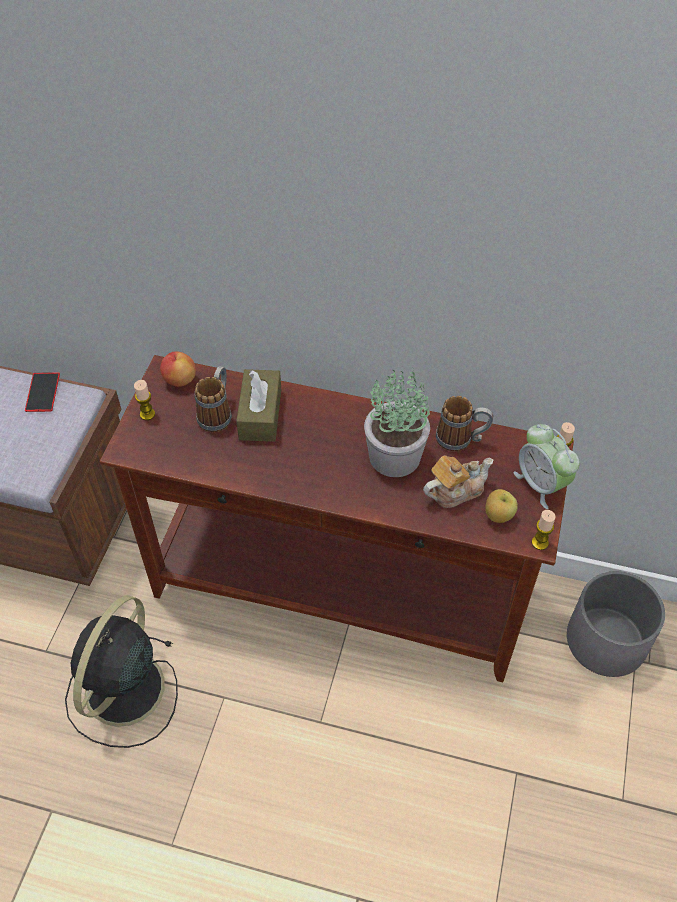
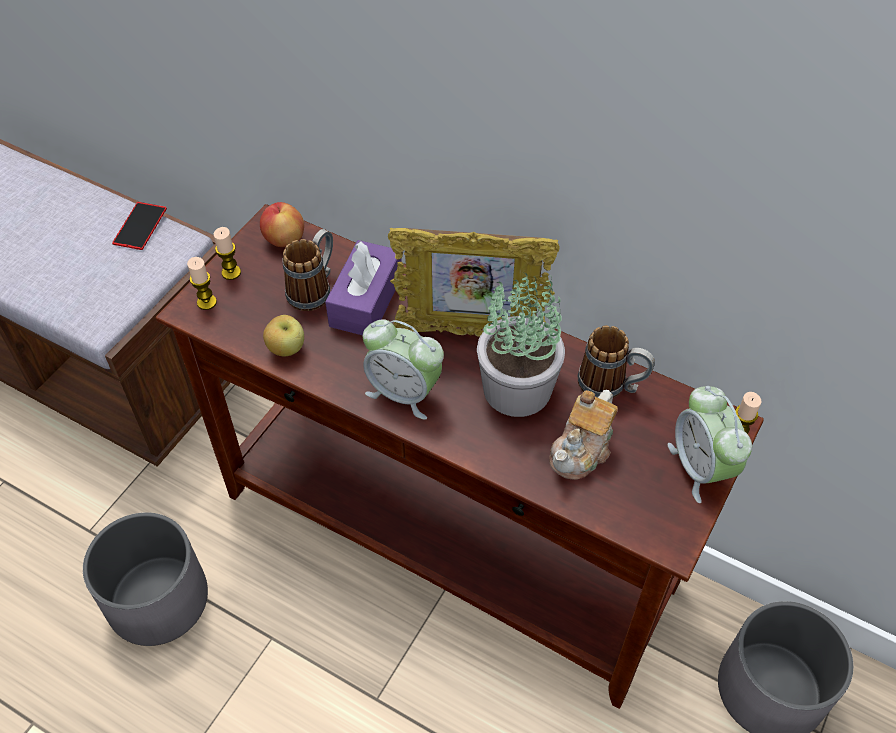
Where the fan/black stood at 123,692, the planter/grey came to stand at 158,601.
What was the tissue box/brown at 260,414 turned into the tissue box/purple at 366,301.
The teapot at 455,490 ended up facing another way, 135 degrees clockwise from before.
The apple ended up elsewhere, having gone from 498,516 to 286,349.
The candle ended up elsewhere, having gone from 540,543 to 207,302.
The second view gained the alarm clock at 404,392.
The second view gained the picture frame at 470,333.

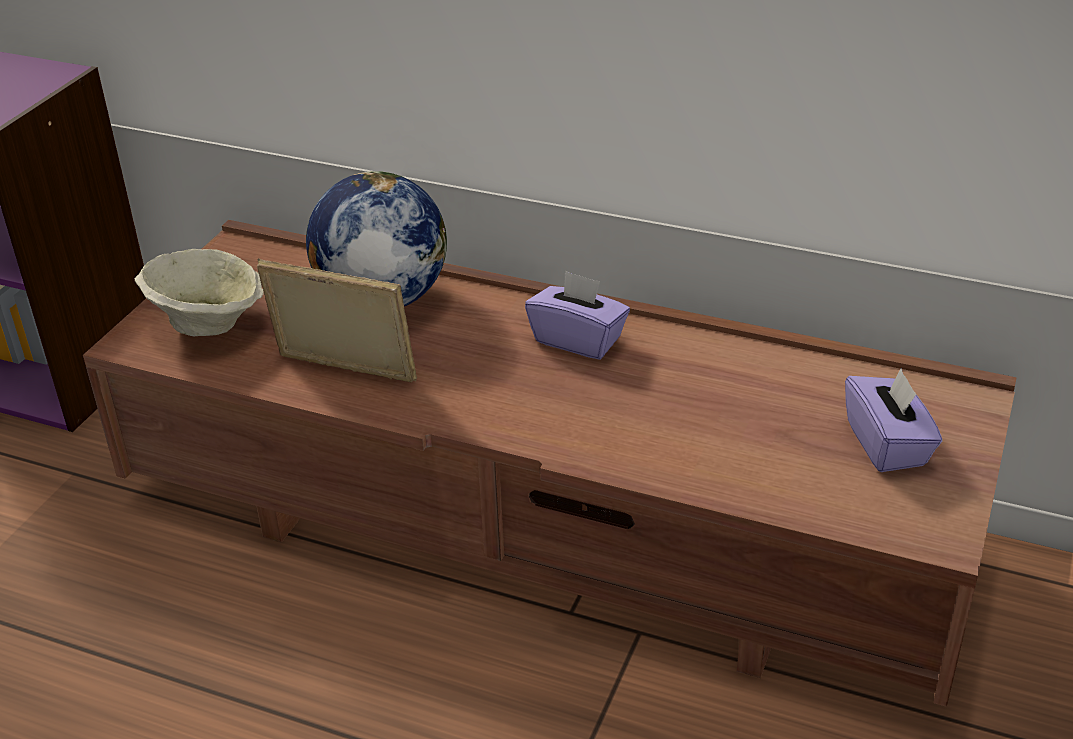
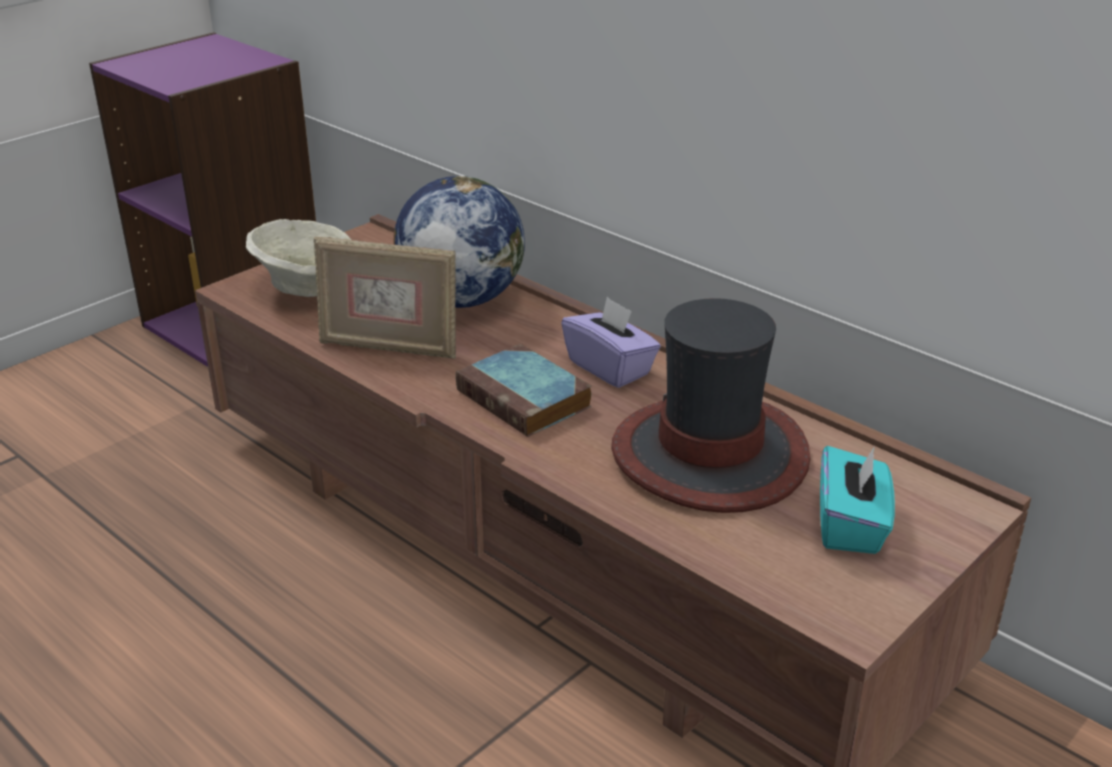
The picture frame at 345,371 ended up facing another way, 150 degrees clockwise from before.
What was the tissue box/purple at 887,444 turned into the tissue box/turquoise at 851,526.
The second view gained the book at 526,399.
The second view gained the hat at 710,455.

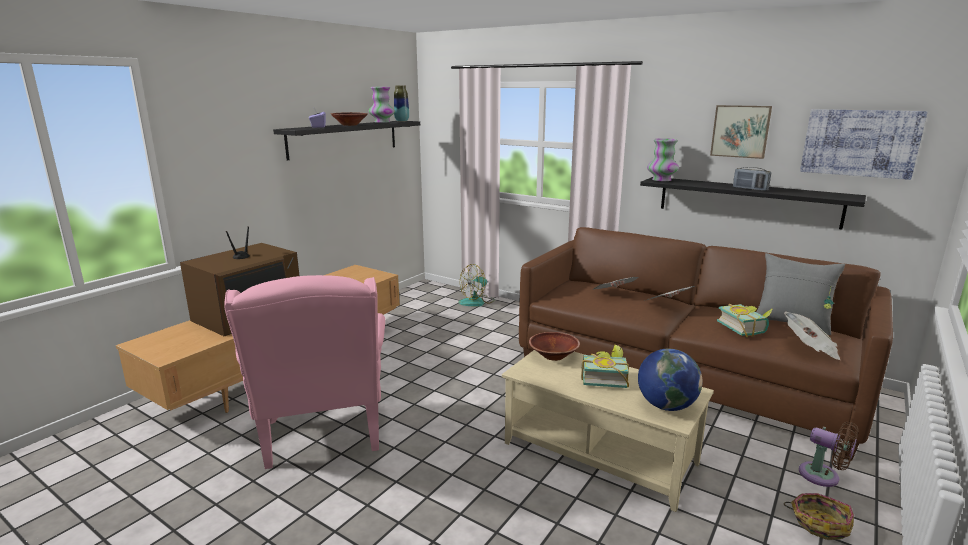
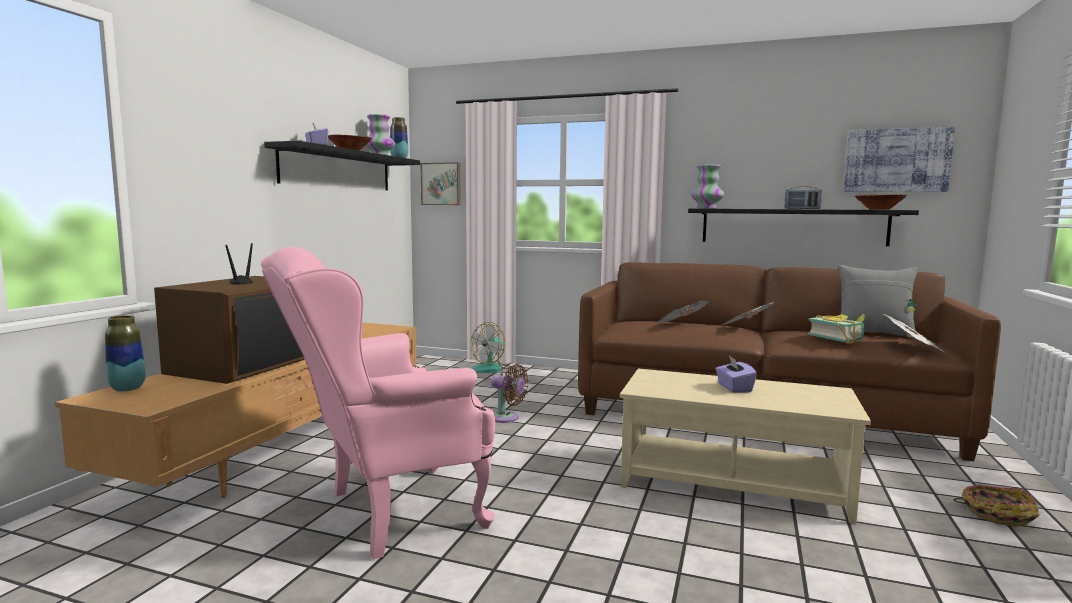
The armchair/pink at 323,443 ended up facing another way, 90 degrees clockwise from before.
The bowl/brown ended up elsewhere, having gone from 553,356 to 879,209.
Where the book stood at 603,378, the tissue box/purple came to stand at 734,388.
The second view lost the globe at 666,406.
The picture ended up elsewhere, having gone from 740,131 to 441,184.
The fan/brown ended up elsewhere, having gone from 823,476 to 506,418.
The second view gained the vase at 127,389.

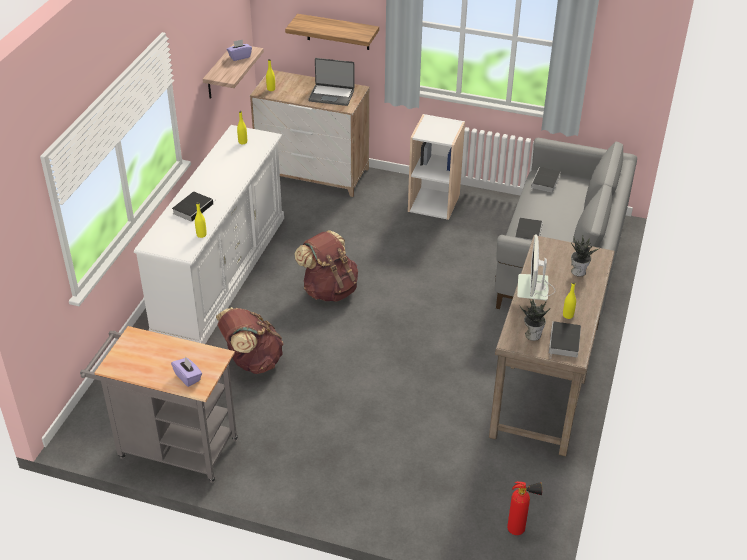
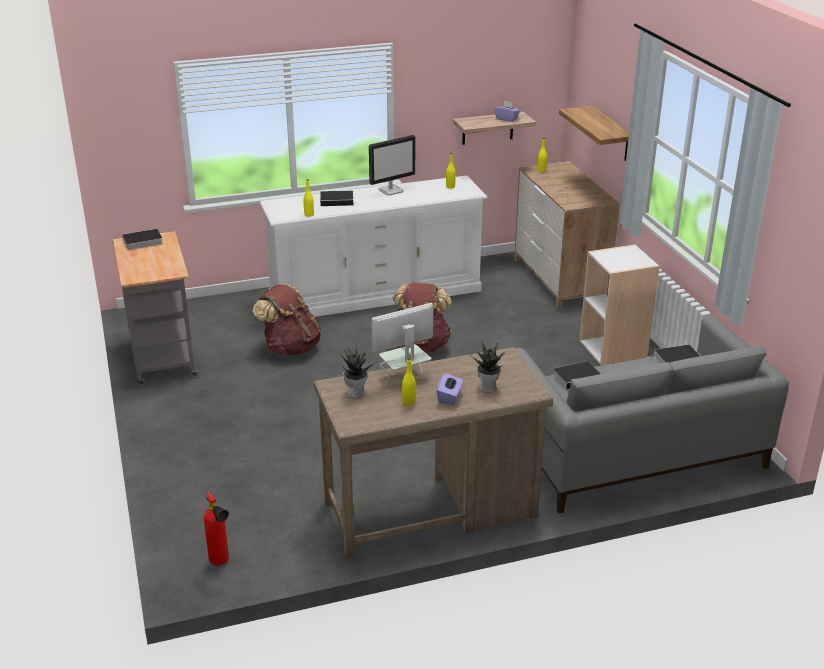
The tissue box/purple ended up elsewhere, having gone from 188,377 to 450,397.
The second view lost the laptop at 331,95.
The book ended up elsewhere, having gone from 564,342 to 141,242.
The second view gained the monitor at 391,190.

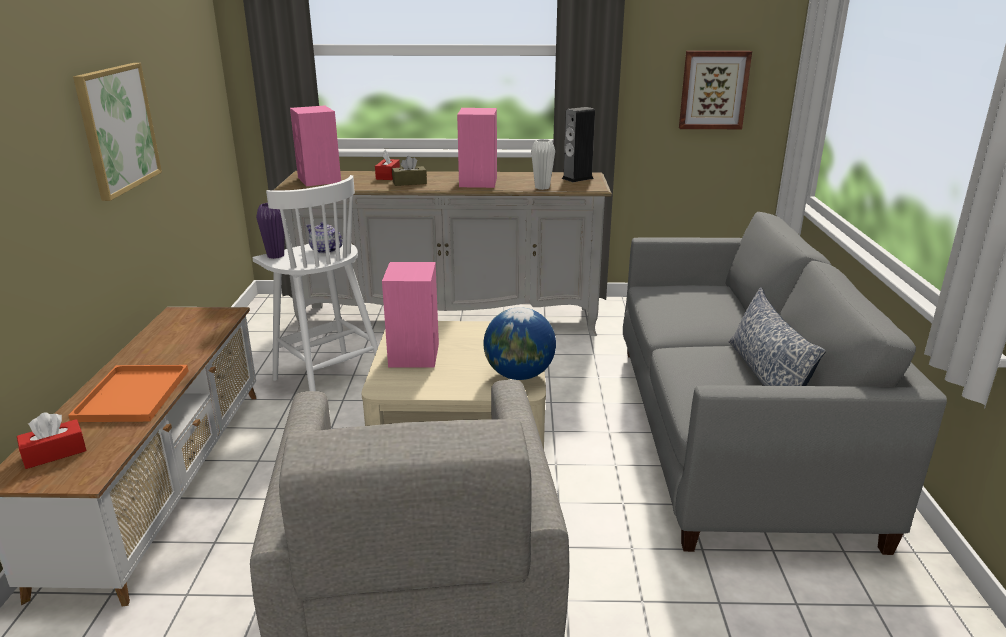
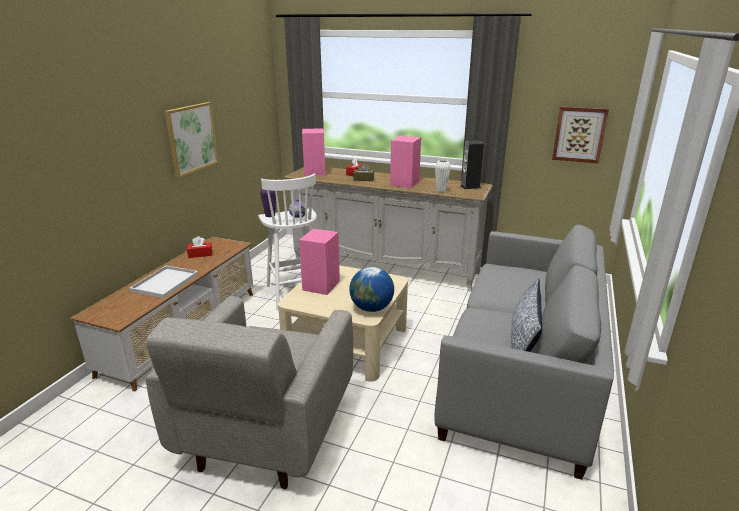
The tissue box/red ended up elsewhere, having gone from 54,453 to 200,254.
What was the tray/orange at 133,396 turned into the tray/white at 165,283.

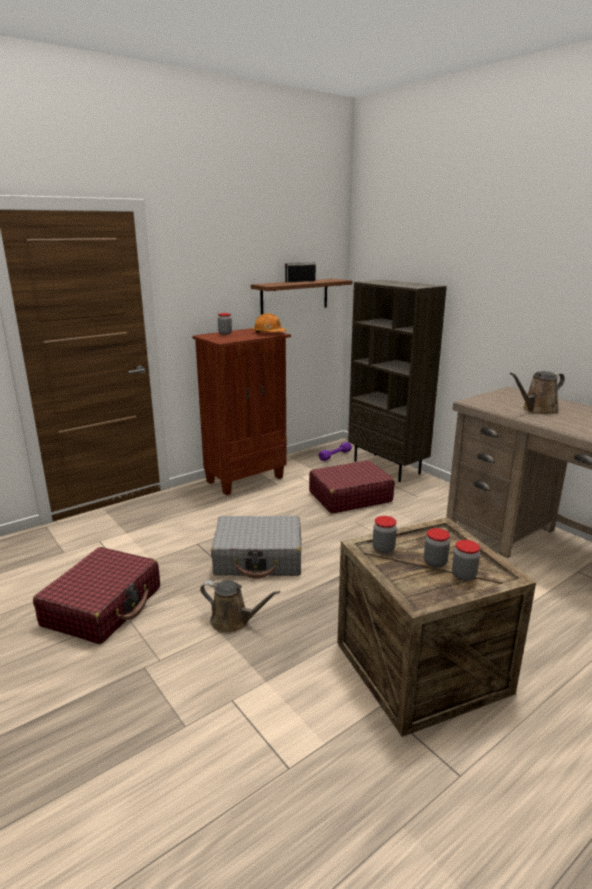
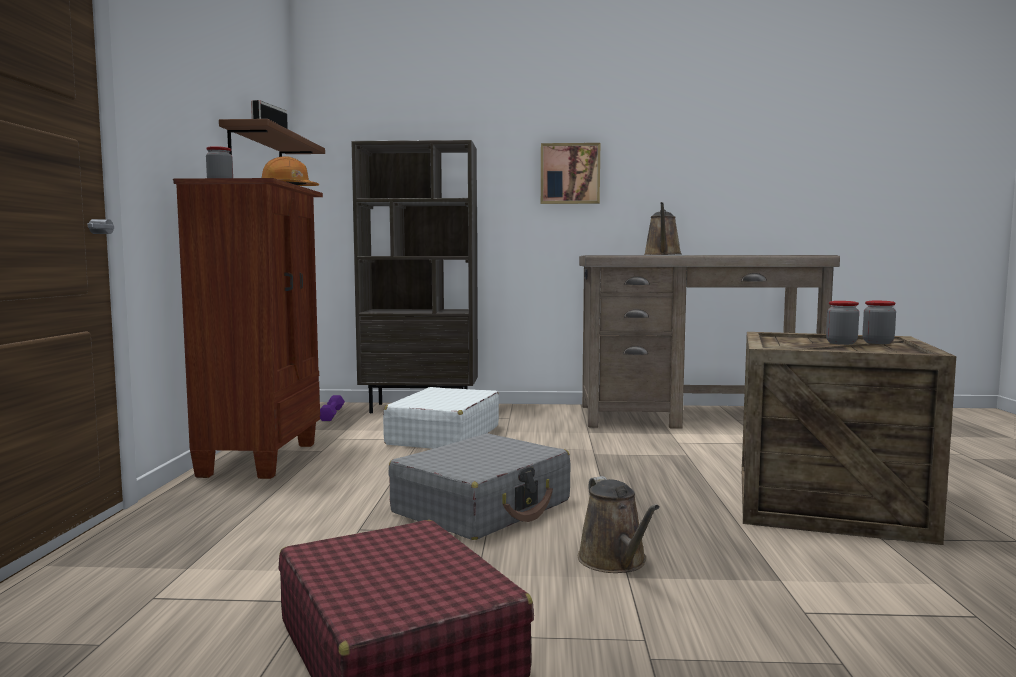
The watering can/brown at 233,621 ended up facing another way, 105 degrees clockwise from before.
What was the suitcase/red at 349,497 turned into the suitcase/white at 443,435.
The second view lost the jar at 383,549.
The second view gained the picture at 570,174.

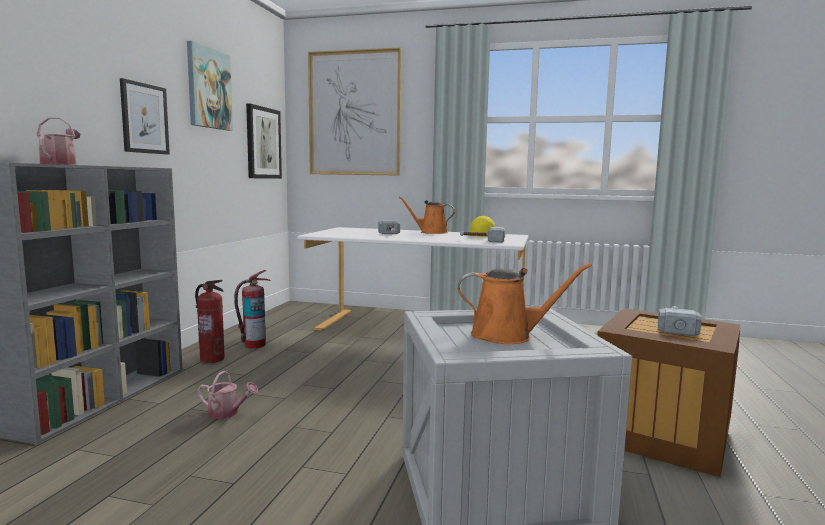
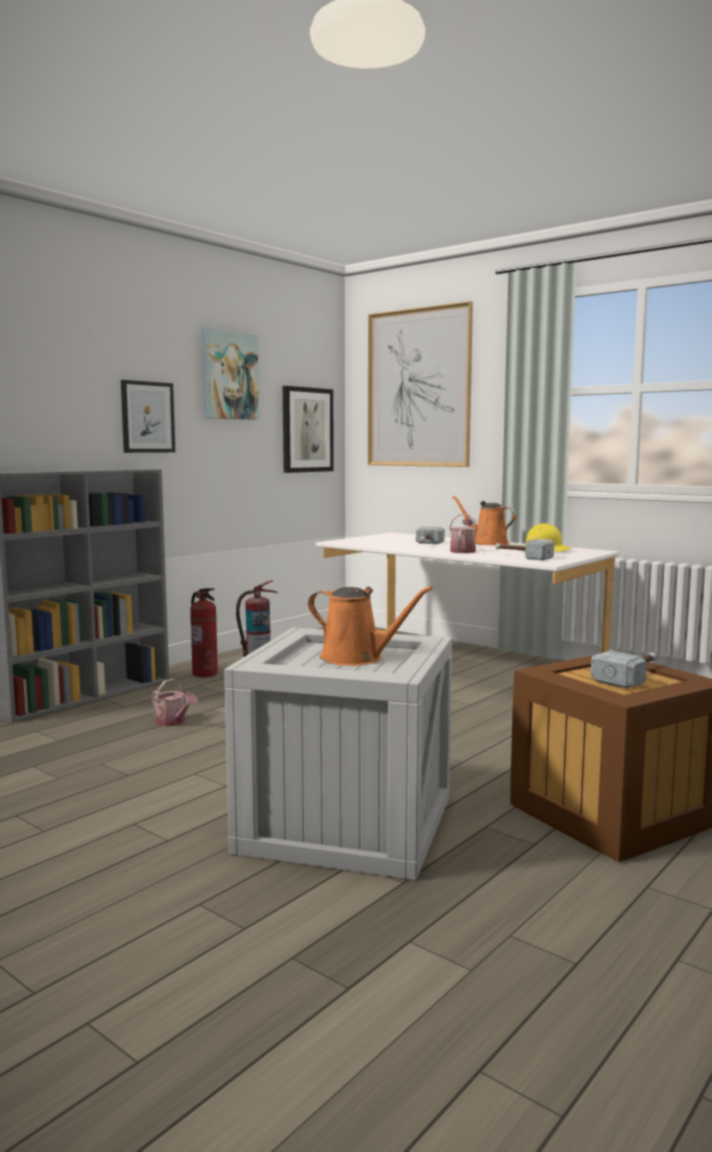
The watering can ended up elsewhere, having gone from 61,164 to 463,551.

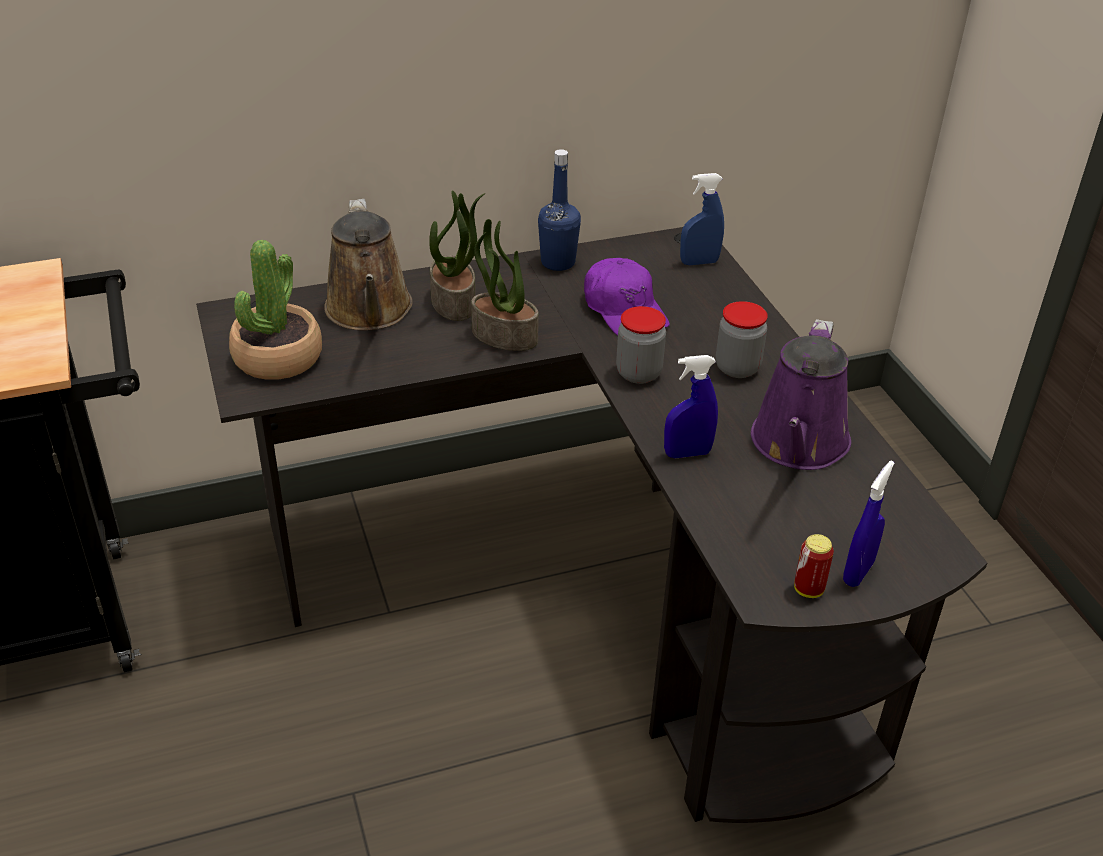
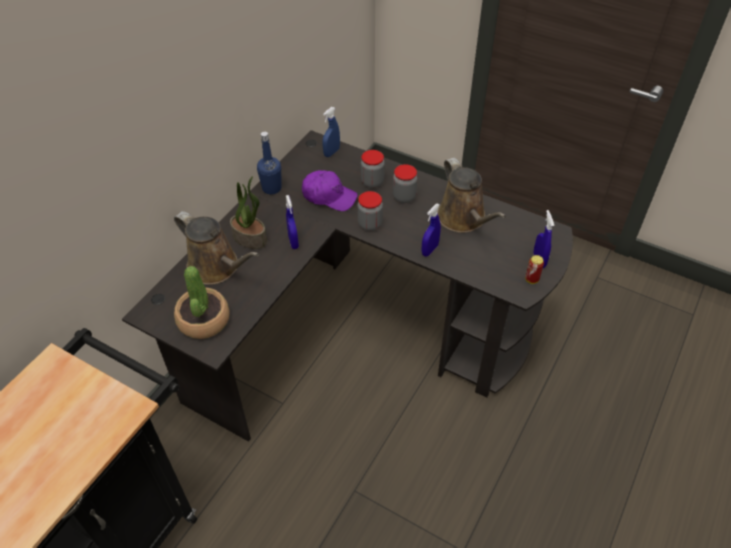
Where the potted plant stood at 503,336, the spray bottle/blue came to stand at 293,242.
What was the watering can/purple at 798,445 turned into the watering can/brown at 464,219.
The second view gained the jar at 372,182.

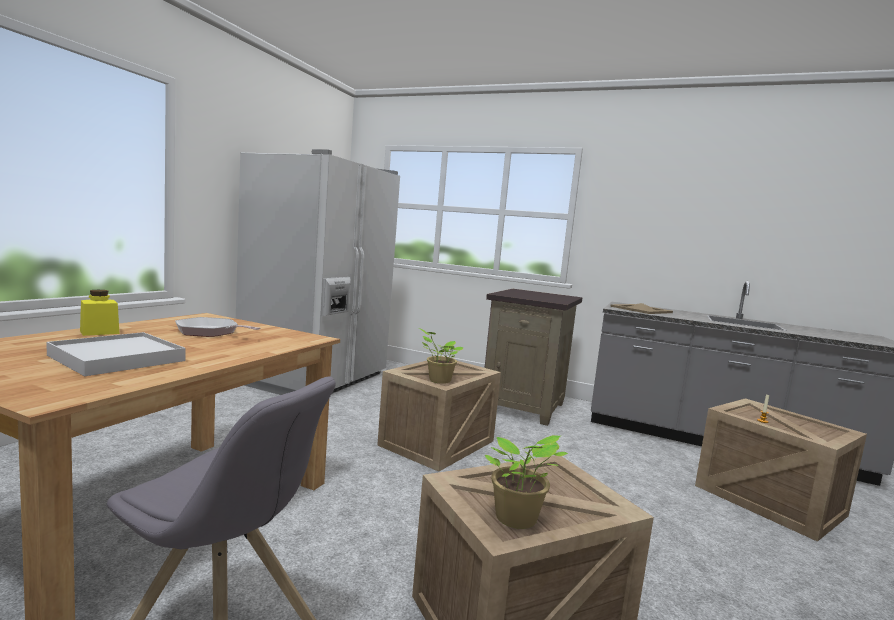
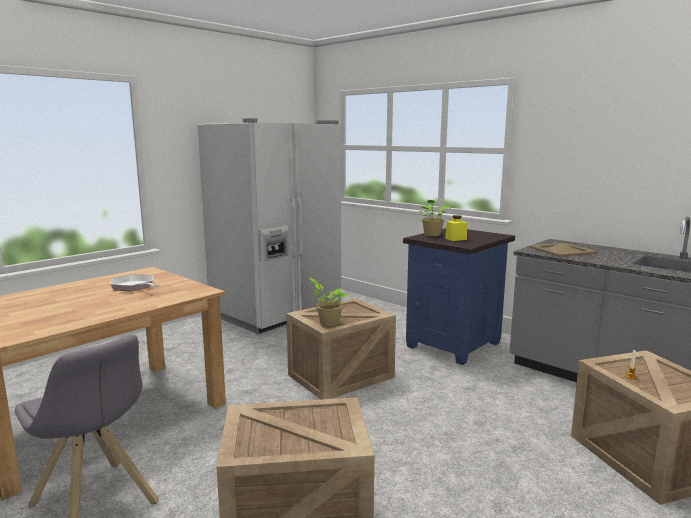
The second view lost the tray/white at 117,358.
The jar/yellow ended up elsewhere, having gone from 99,332 to 456,239.
The potted plant ended up elsewhere, having gone from 516,520 to 432,235.
What was the cabinet/beige at 524,406 turned into the cabinet/blue at 455,344.

